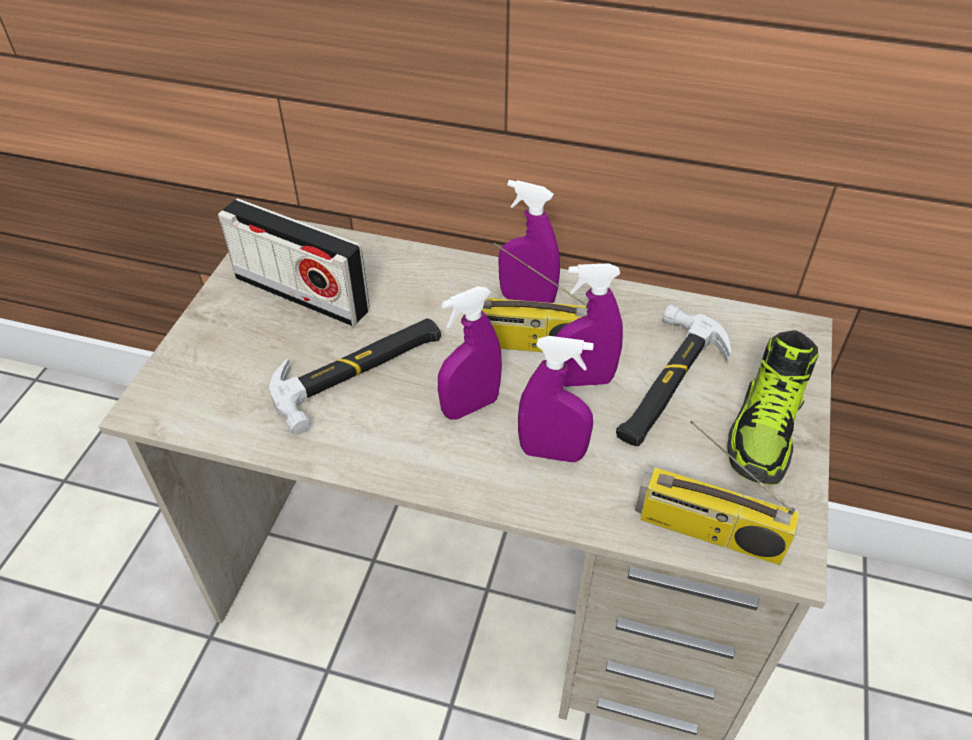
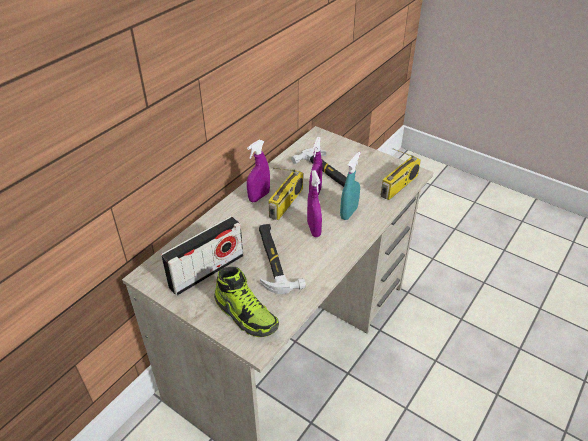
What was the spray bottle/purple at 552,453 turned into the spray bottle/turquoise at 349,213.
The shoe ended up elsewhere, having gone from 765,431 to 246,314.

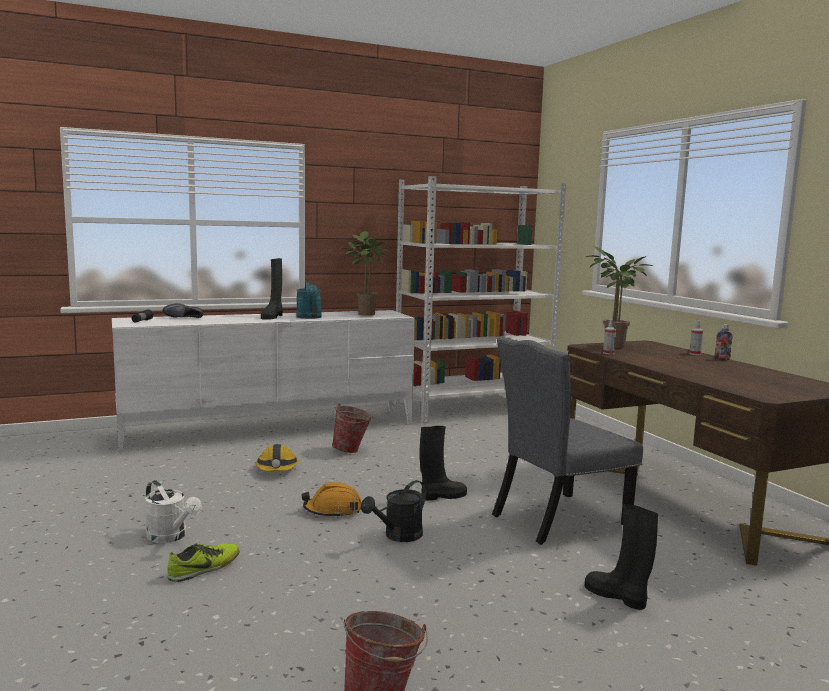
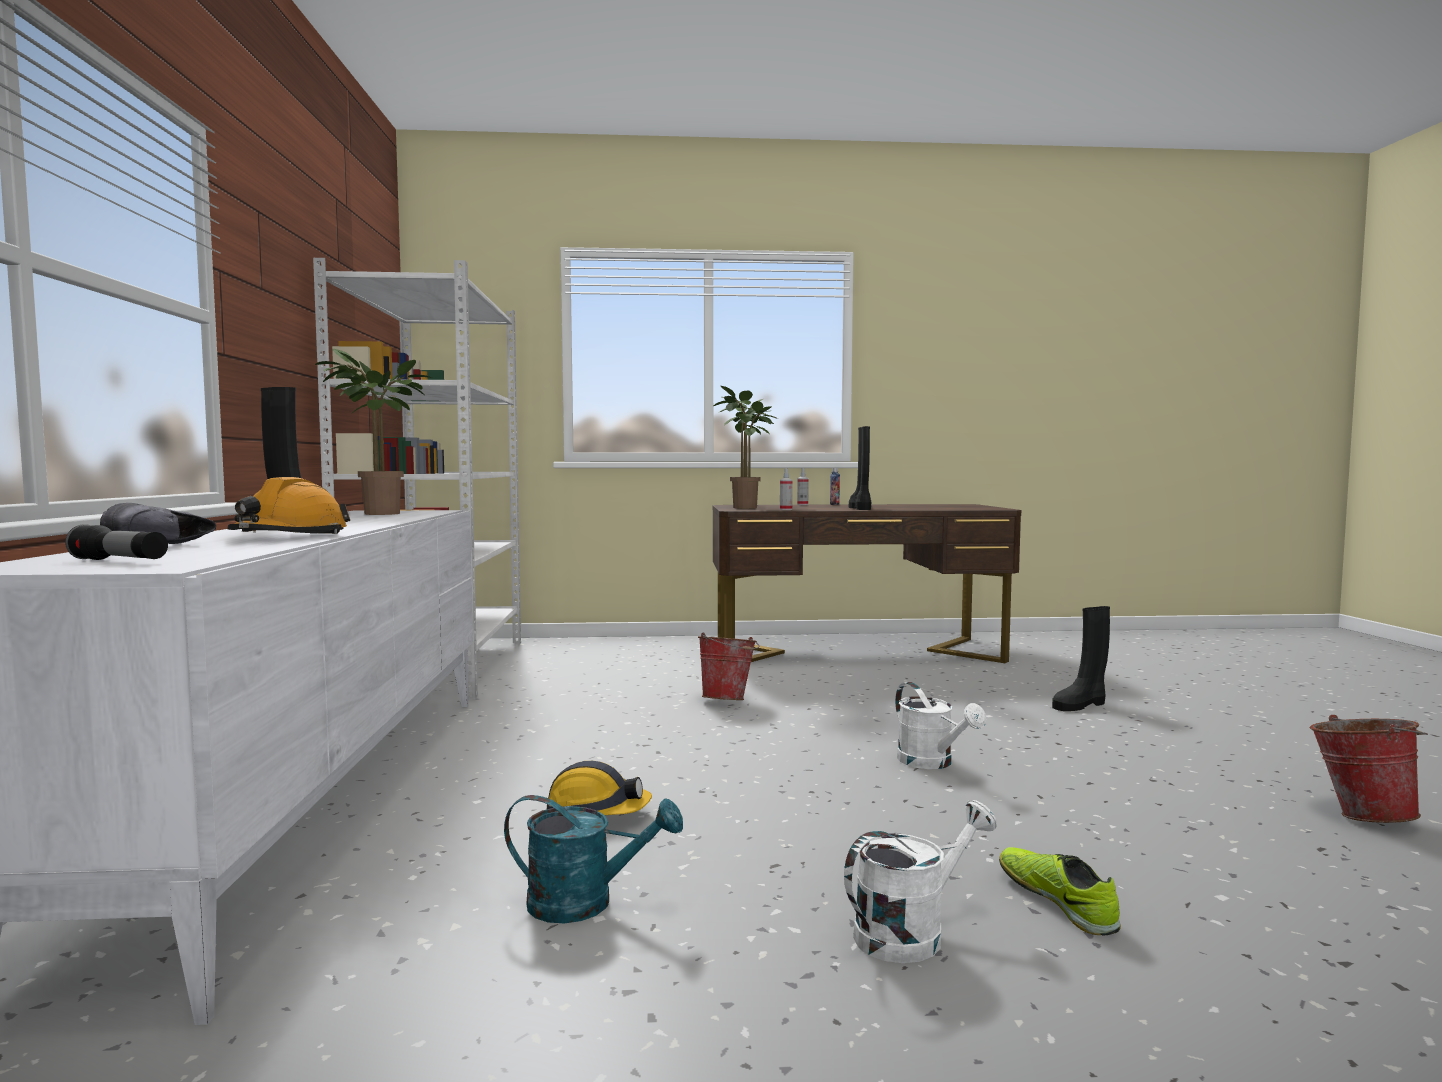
The watering can/turquoise ended up elsewhere, having gone from 309,317 to 585,903.
The hard hat/orange ended up elsewhere, having gone from 333,510 to 290,537.
The bucket ended up elsewhere, having gone from 352,451 to 728,700.
What was the watering can/black at 398,536 turned into the watering can/white at 932,763.
The boot/black ended up elsewhere, having gone from 442,496 to 861,508.
The second view lost the chair/grey at 560,518.

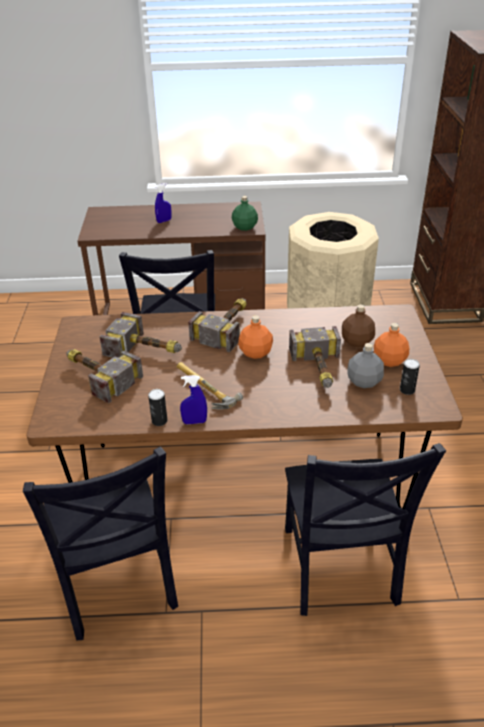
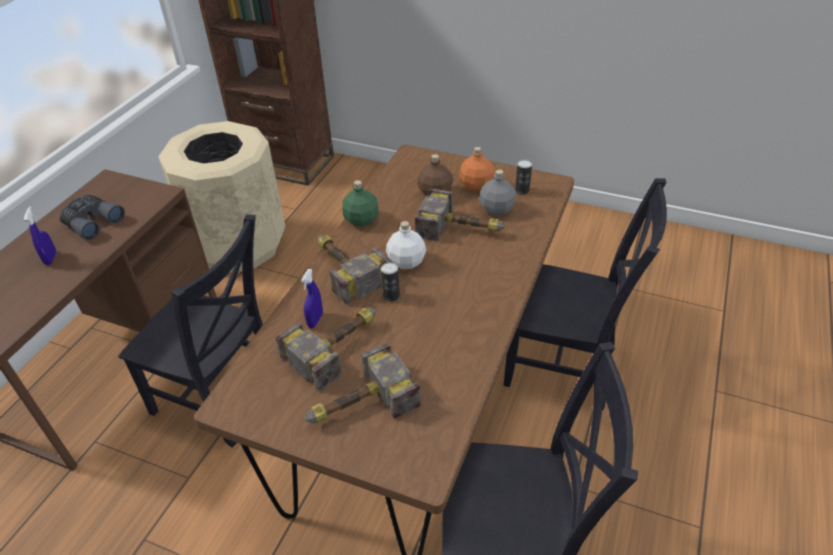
The can ended up elsewhere, having gone from 159,421 to 391,296.
The second view lost the hammer at 203,390.
The spray bottle/blue ended up elsewhere, having gone from 194,422 to 315,320.
The bottle/green ended up elsewhere, having gone from 244,227 to 362,220.
What was the bottle/orange at 256,353 turned into the bottle/white at 407,261.
The second view gained the binoculars/grey at 92,222.

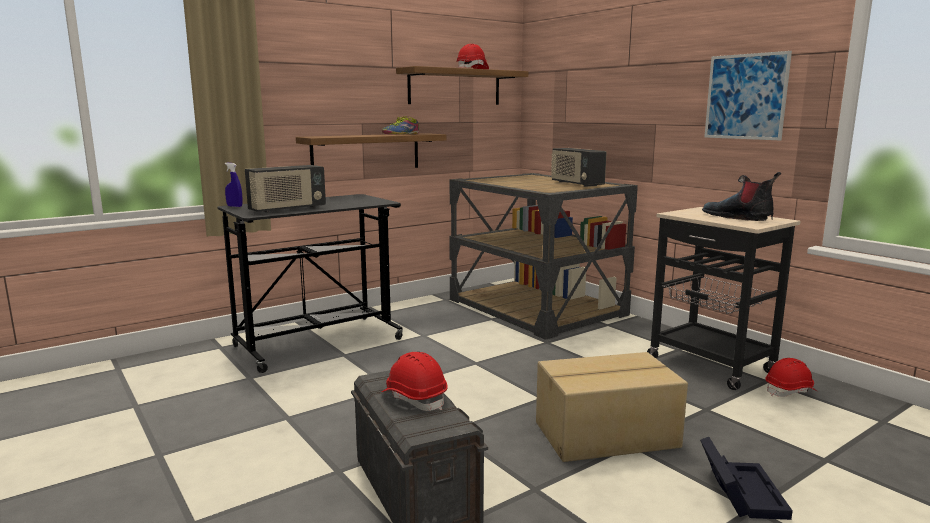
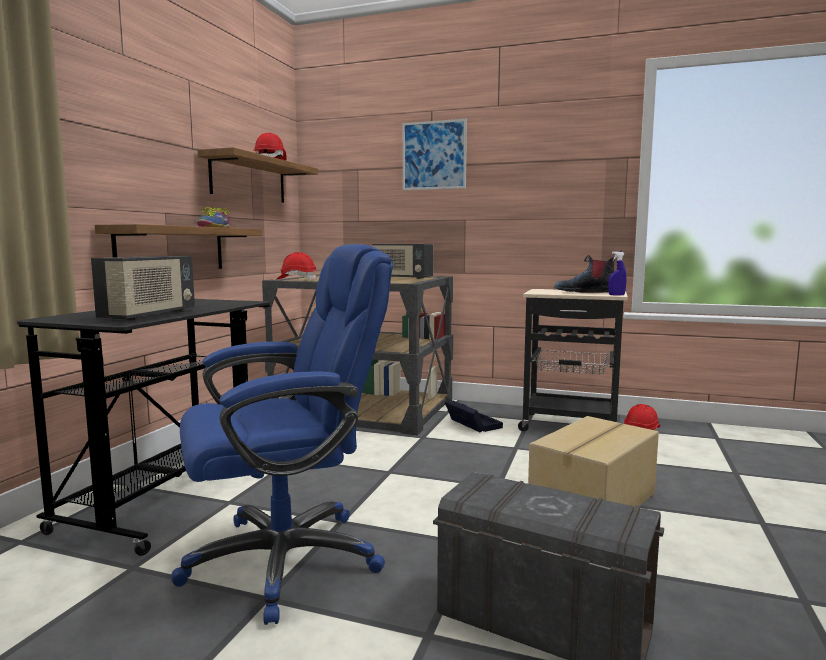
The spray bottle/blue ended up elsewhere, having gone from 234,206 to 616,295.
The hard hat/red ended up elsewhere, having gone from 414,398 to 297,279.
The storage box/black ended up elsewhere, having gone from 739,491 to 471,424.
The picture ended up elsewhere, having gone from 745,97 to 434,155.
The second view gained the office chair/blue at 284,560.

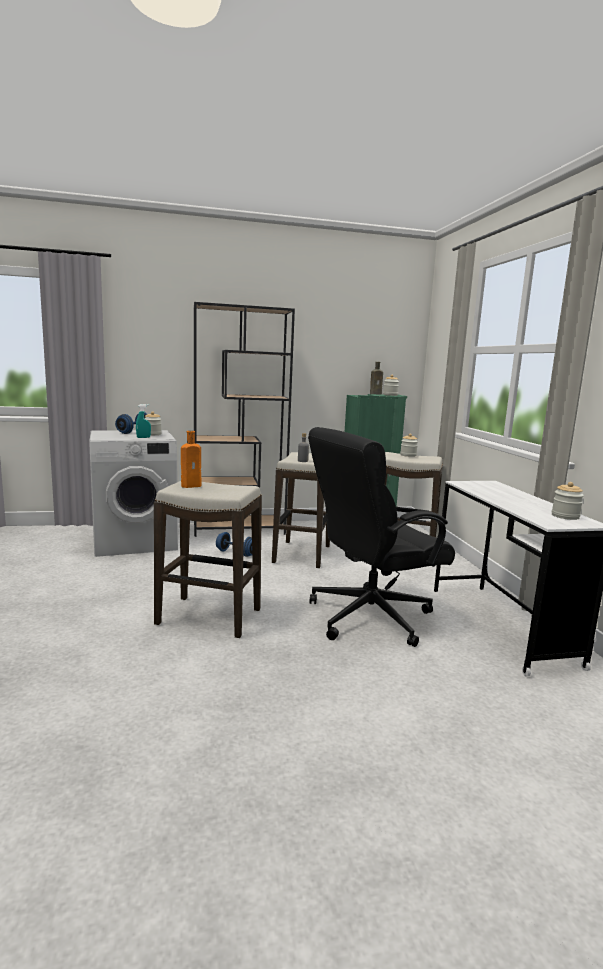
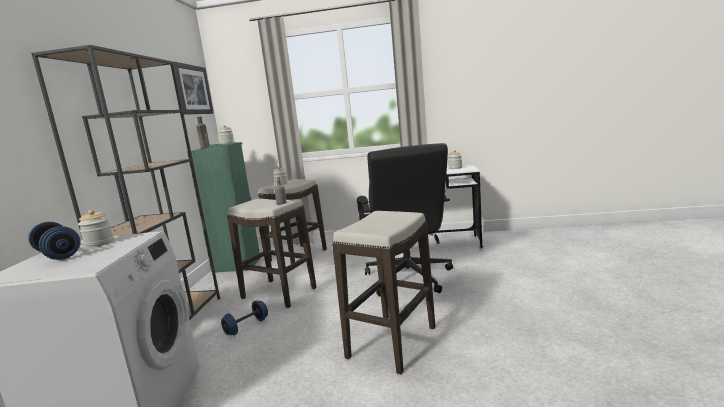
The second view lost the spray bottle/turquoise at 143,437.
The second view lost the bottle/orange at 192,486.
The second view gained the picture at 192,90.

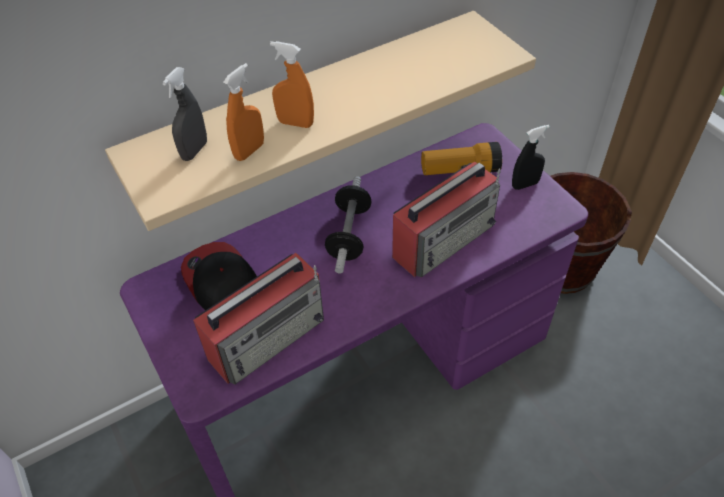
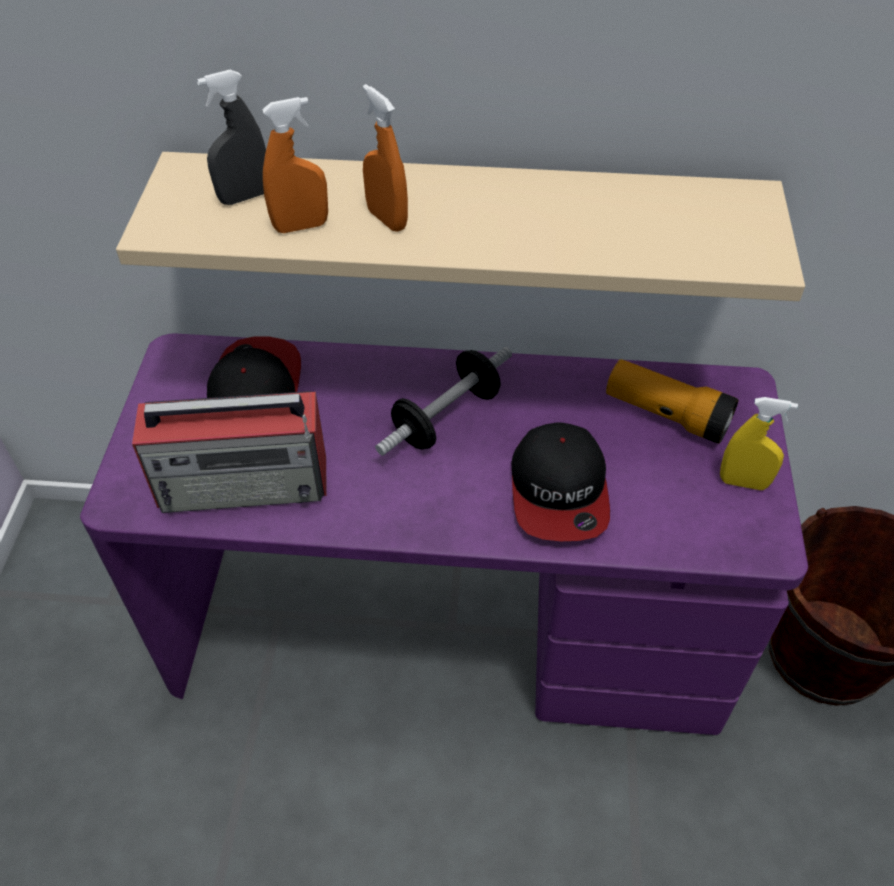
Where the radio stood at 444,239, the cap came to stand at 559,491.
What was the spray bottle/black at 525,184 turned into the spray bottle/yellow at 743,482.

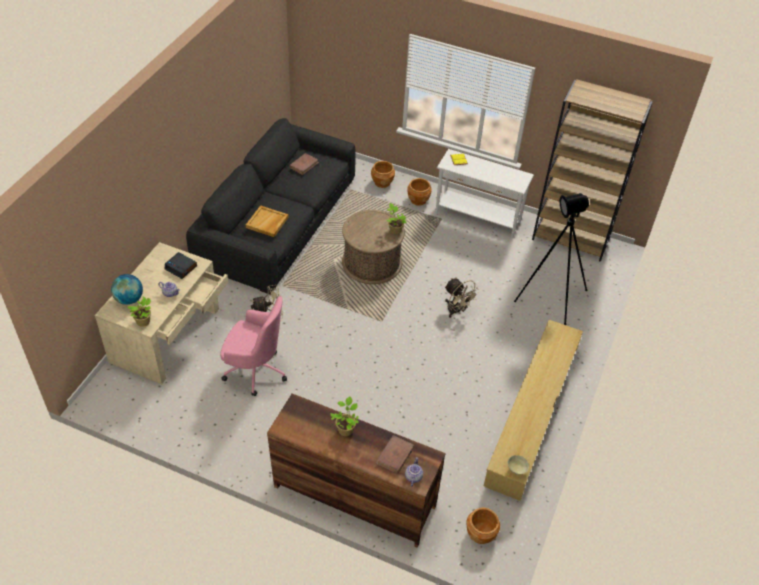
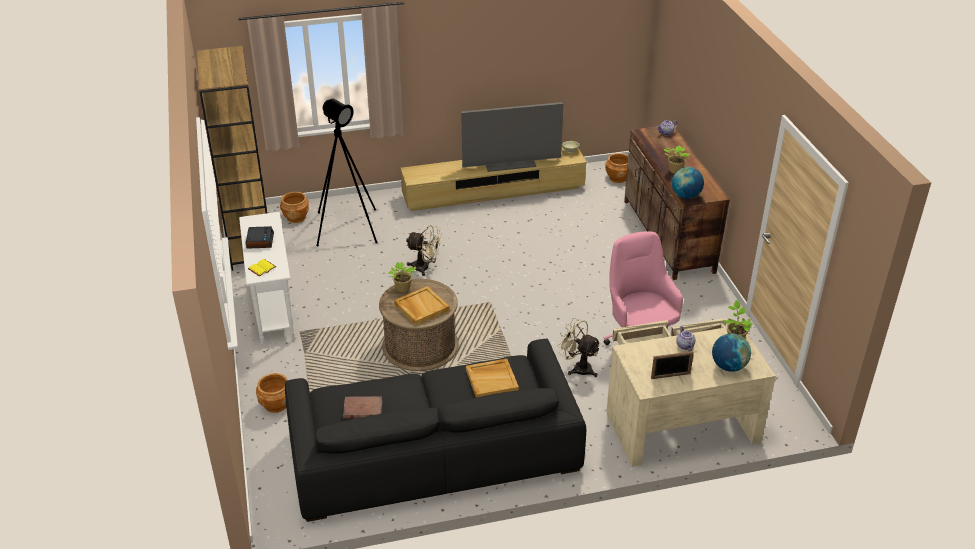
The alarm clock ended up elsewhere, having gone from 181,268 to 259,241.
The second view lost the book/brown at 395,456.
The planter/brown ended up elsewhere, having gone from 418,200 to 296,217.
The fan/beige at 457,311 ended up facing another way, 90 degrees clockwise from before.
The second view gained the tray/beige at 421,307.
The second view gained the television at 510,162.
The second view gained the picture frame at 670,376.
The second view gained the globe at 685,196.

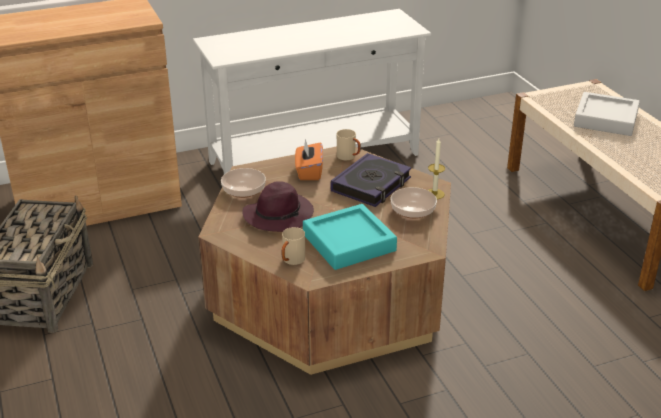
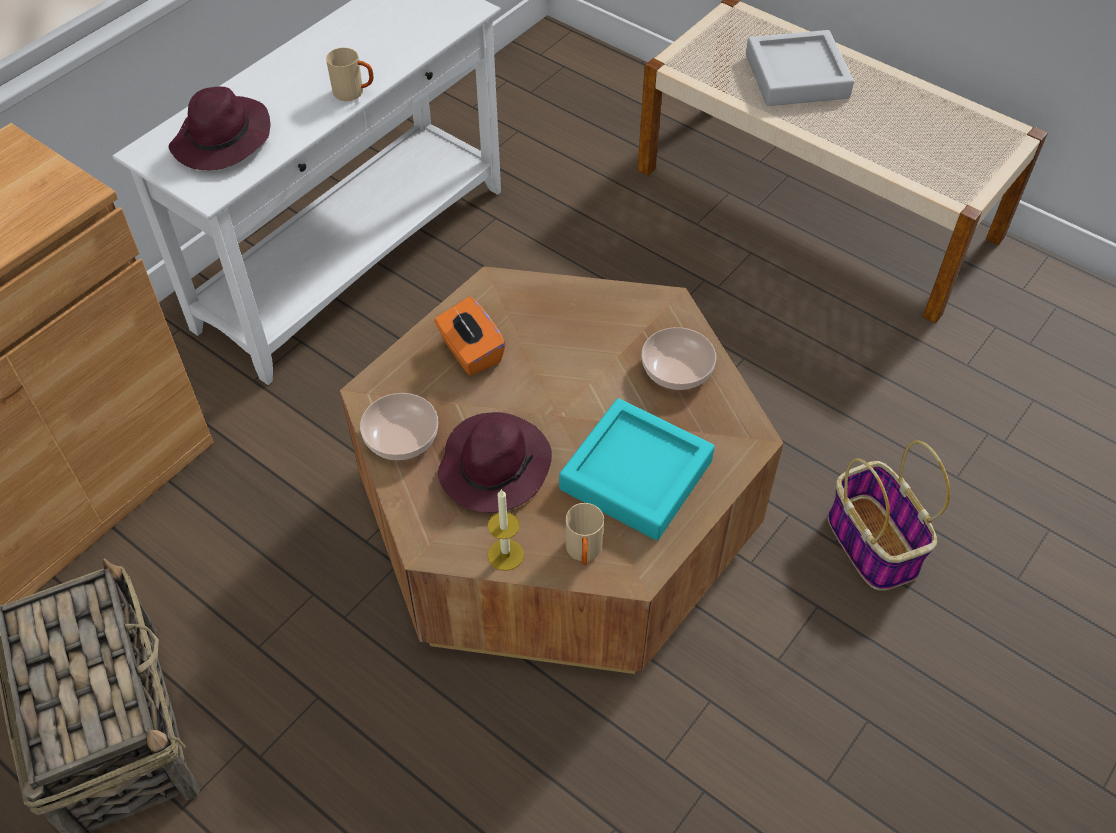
The second view lost the book at 371,185.
The mug/beige ended up elsewhere, having gone from 349,157 to 354,93.
The candle ended up elsewhere, having gone from 434,194 to 505,555.
The second view gained the hat/purple at 222,141.
The second view gained the basket at 870,542.

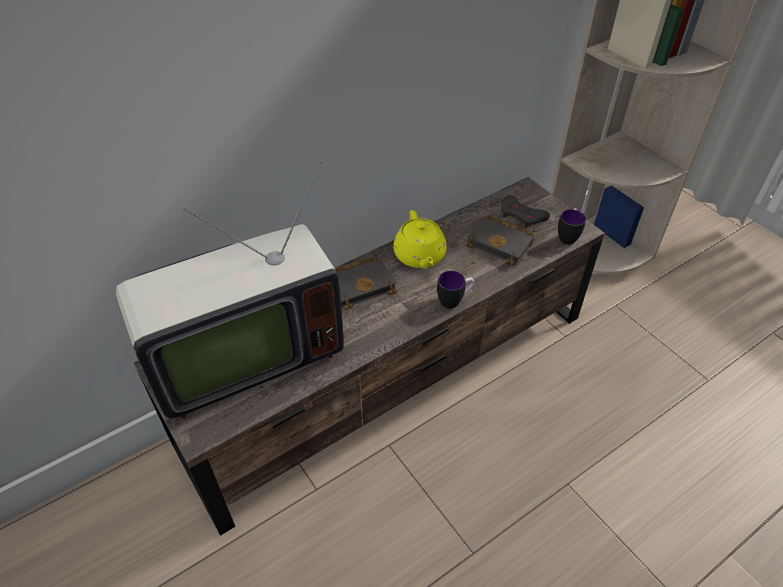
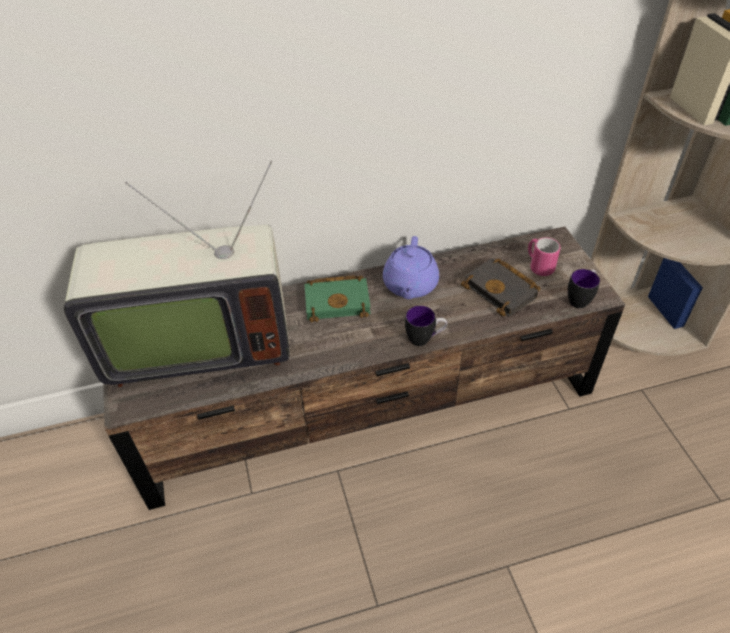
What was the book/black at 361,284 turned into the book/green at 339,301.
What was the teapot/yellow at 419,256 turned into the teapot/purple at 410,285.
Where the game controller/grey stood at 522,215, the mug/pink came to stand at 538,266.

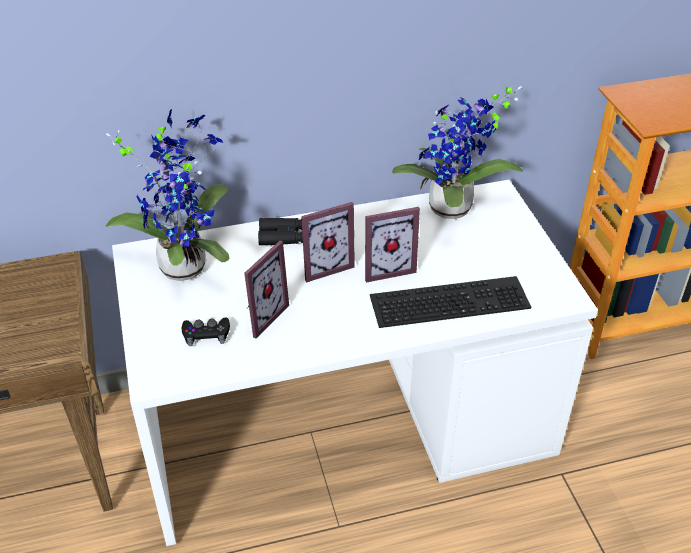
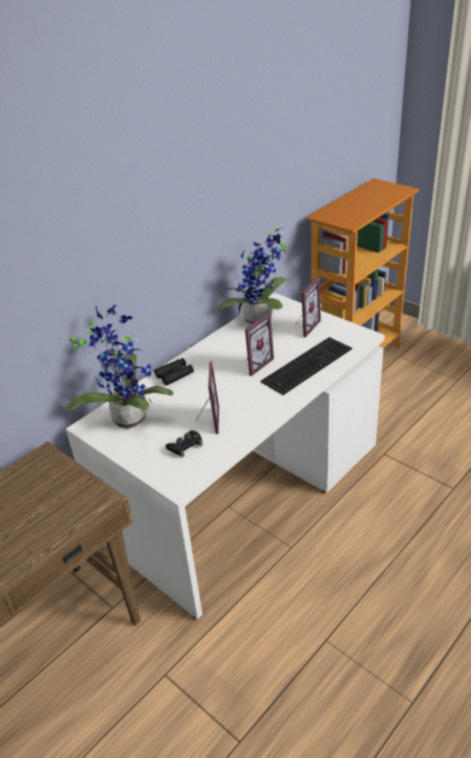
The picture frame ended up elsewhere, having gone from 324,265 to 304,326.

